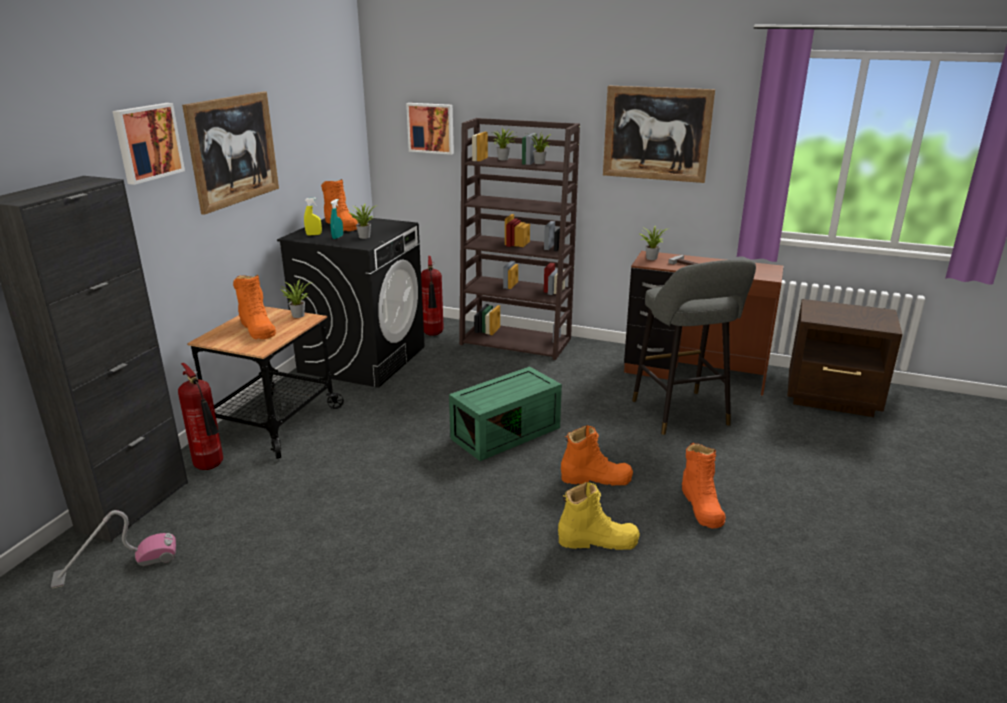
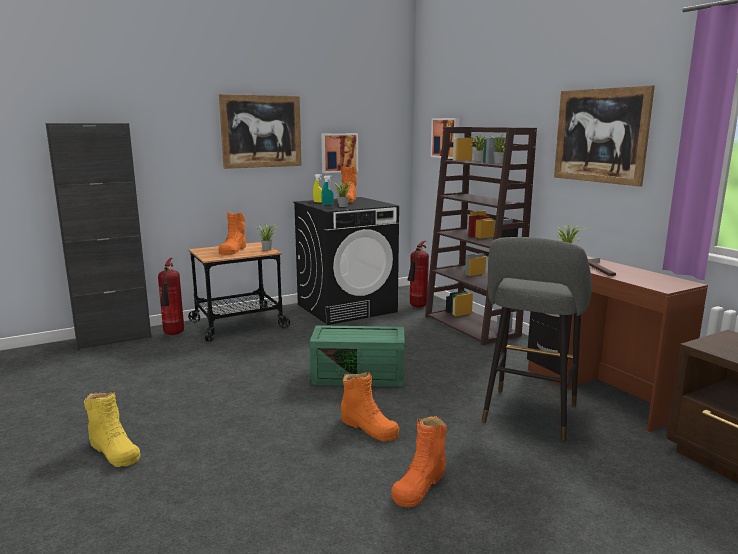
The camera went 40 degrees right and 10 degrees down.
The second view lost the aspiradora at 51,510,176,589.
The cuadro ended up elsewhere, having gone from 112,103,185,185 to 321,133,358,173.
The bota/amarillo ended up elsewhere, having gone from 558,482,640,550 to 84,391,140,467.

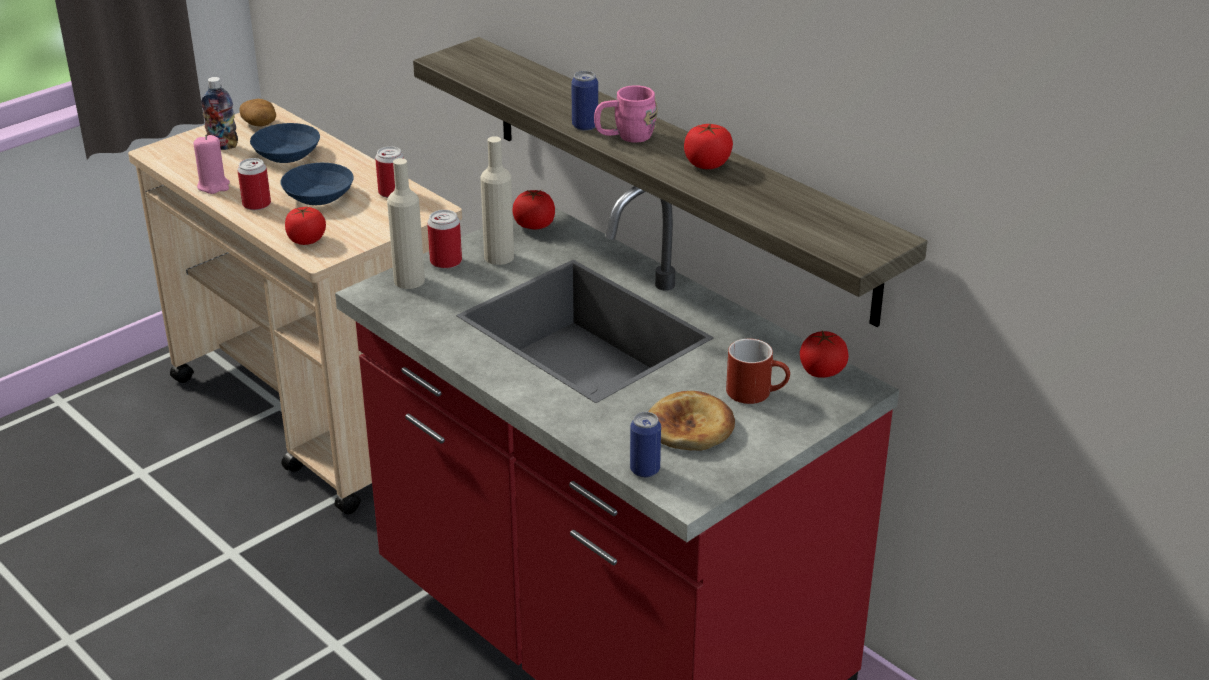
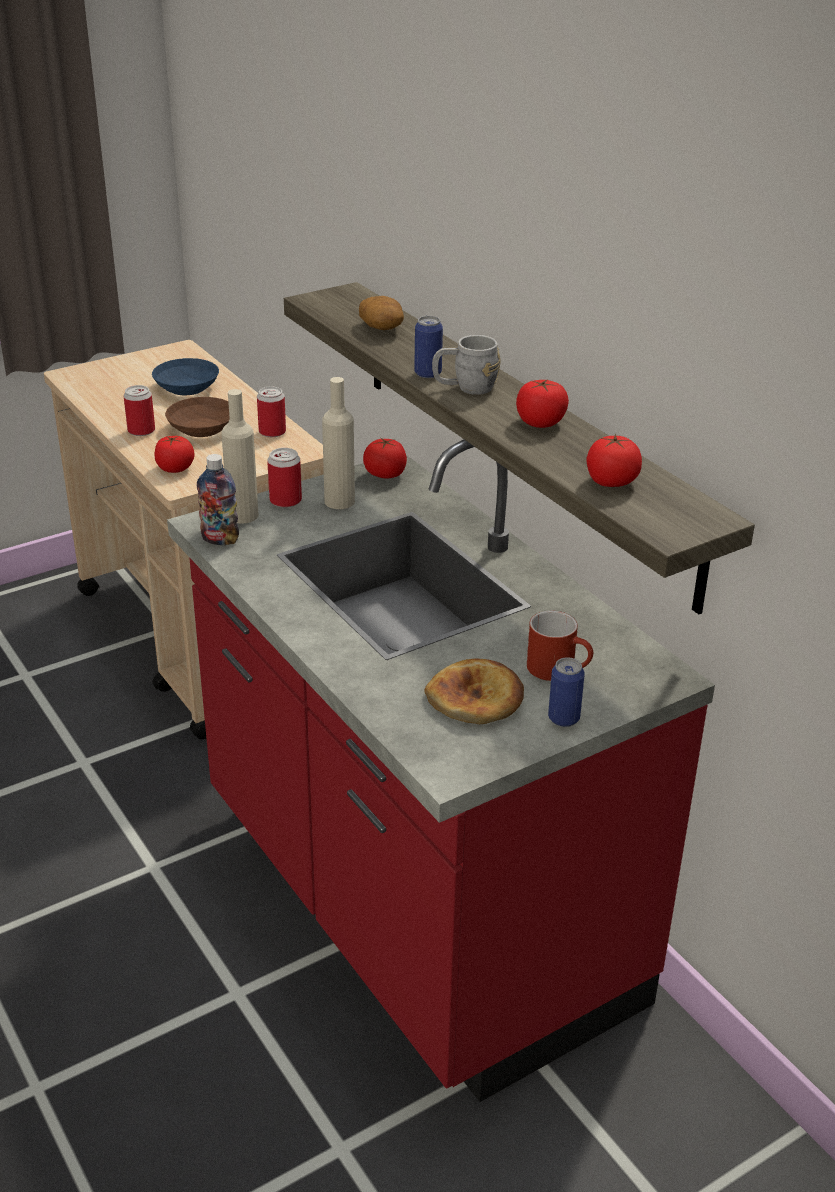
The camera went 10 degrees right and 0 degrees up.
The second view lost the vela/rosa at 193,135,230,194.
The botella ended up elsewhere, having gone from 201,77,238,150 to 197,454,239,545.
The patata ended up elsewhere, having gone from 239,99,276,127 to 359,296,404,330.
What was the cuenco/azul at 281,163,354,205 turned into the cuenco/marrón at 165,397,230,437.
What was the taza grande/rosa at 594,85,658,143 turned into the taza grande/gris at 432,335,500,395.
The lata ended up elsewhere, having gone from 630,412,661,478 to 548,657,585,727.
The tomate ended up elsewhere, having gone from 800,330,848,378 to 587,433,642,487.

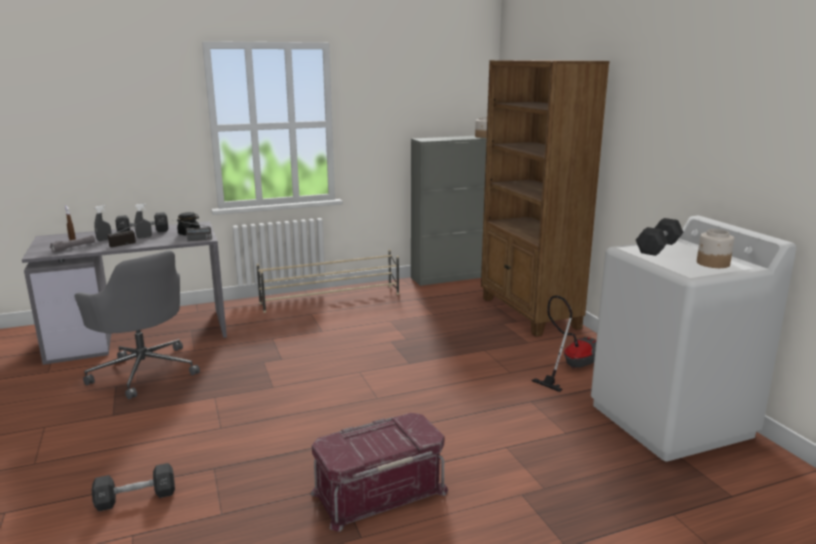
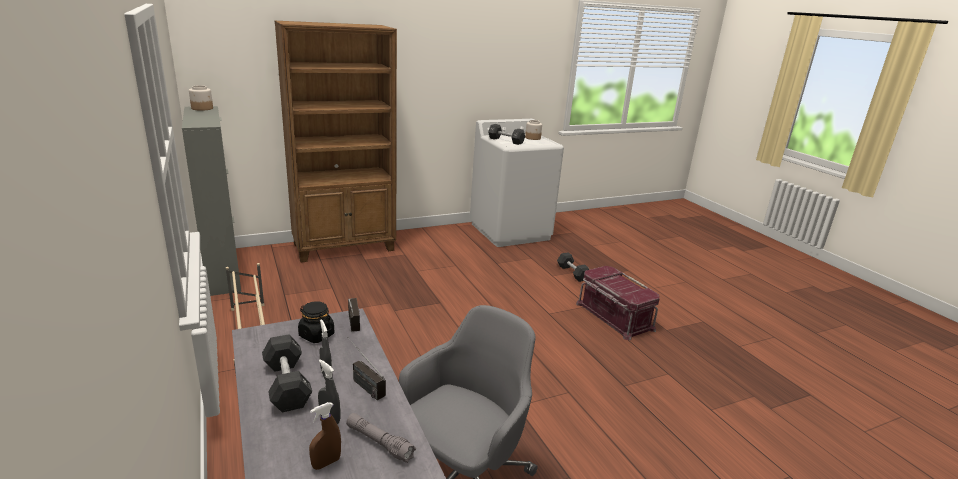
The camera went 95 degrees left and 5 degrees up.
The mancuerna/negro ended up elsewhere, having gone from 92,463,175,511 to 557,252,589,282.
The second view lost the aspiradora at 532,295,596,392.

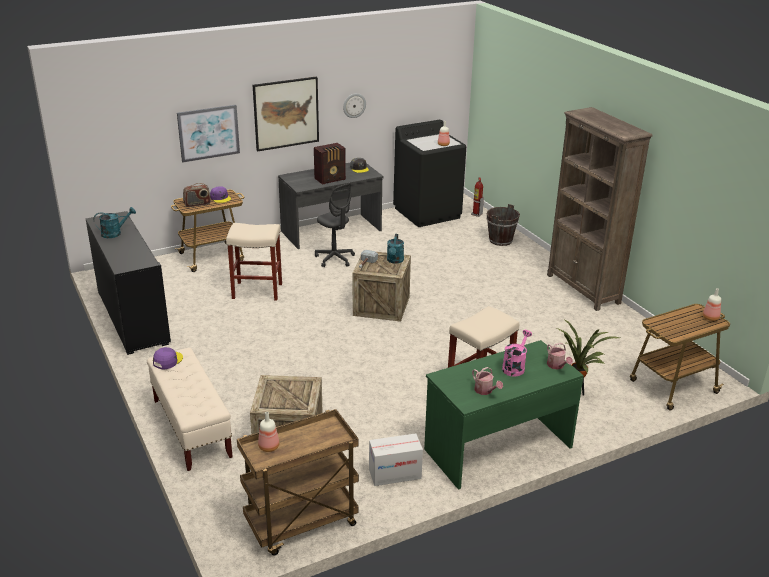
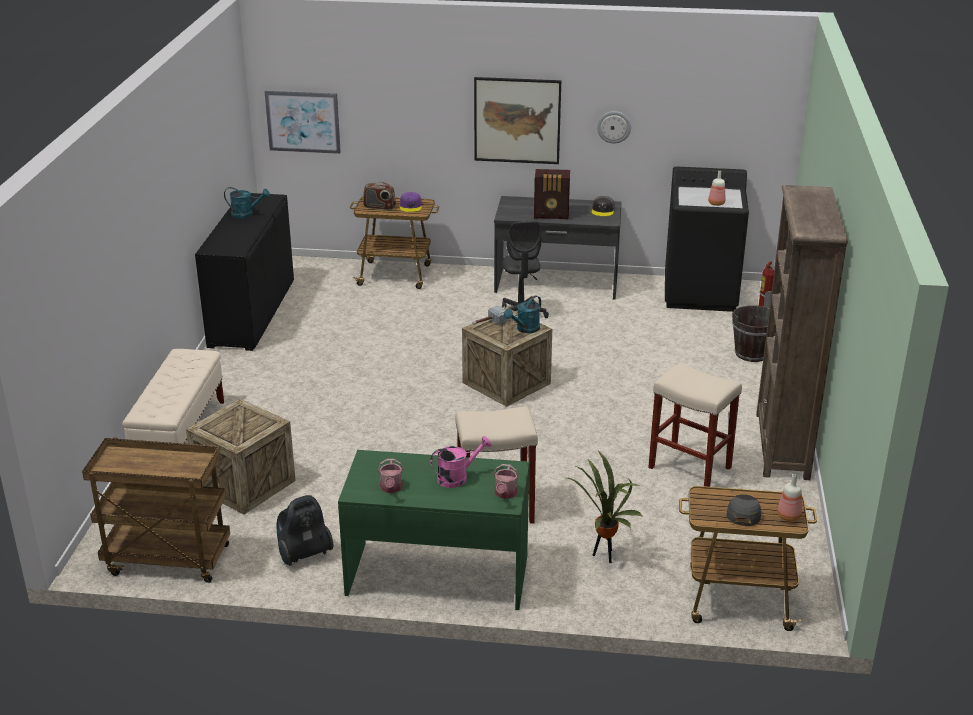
The camera went 35 degrees right and 0 degrees up.
The second view lost the gorra/morado at 153,347,183,369.
The cuadro ended up elsewhere, having gone from 177,105,240,162 to 265,91,341,154.
The taburete/beis ended up elsewhere, having gone from 226,223,282,301 to 648,362,742,487.
The second view lost the botella at 258,412,279,452.
Where the caja de cartón stood at 369,433,423,486, the aspiradora came to stand at 277,495,333,566.
The second view gained the gorra/gris at 727,494,761,526.

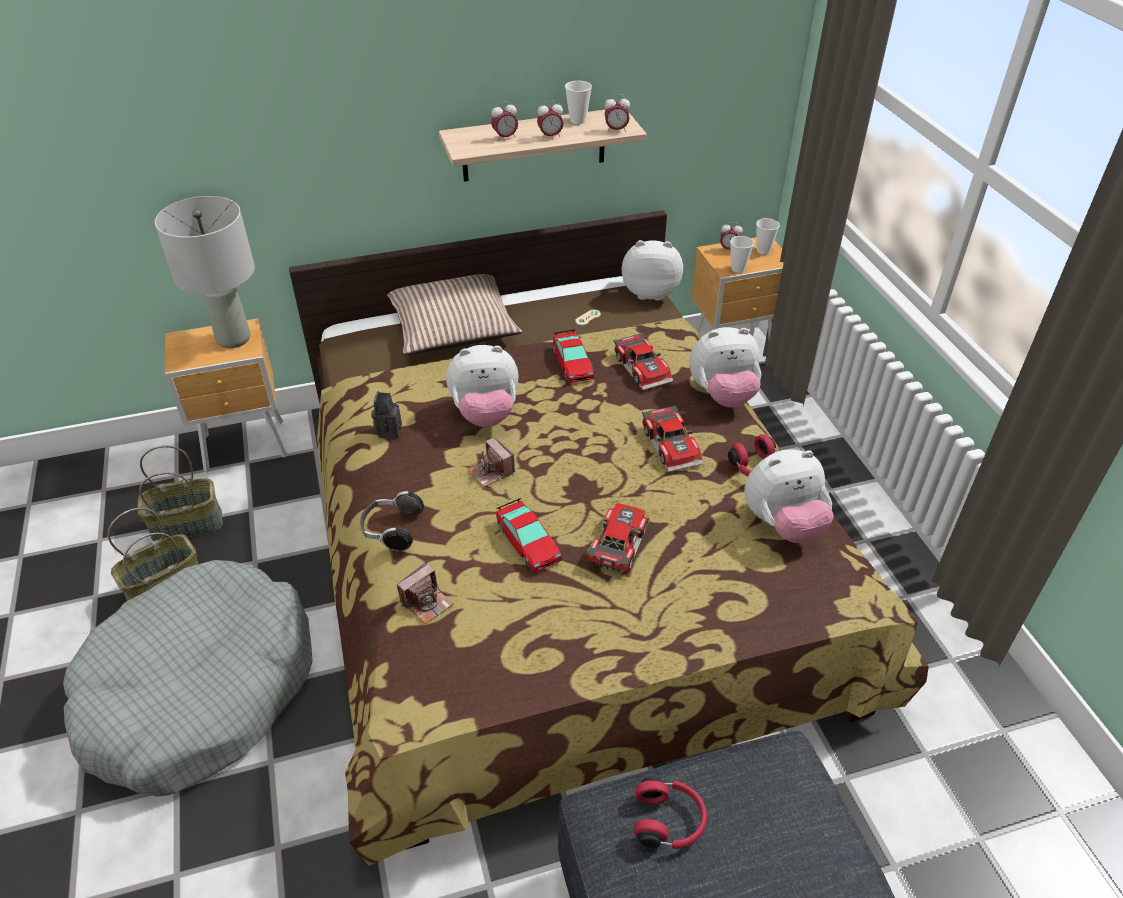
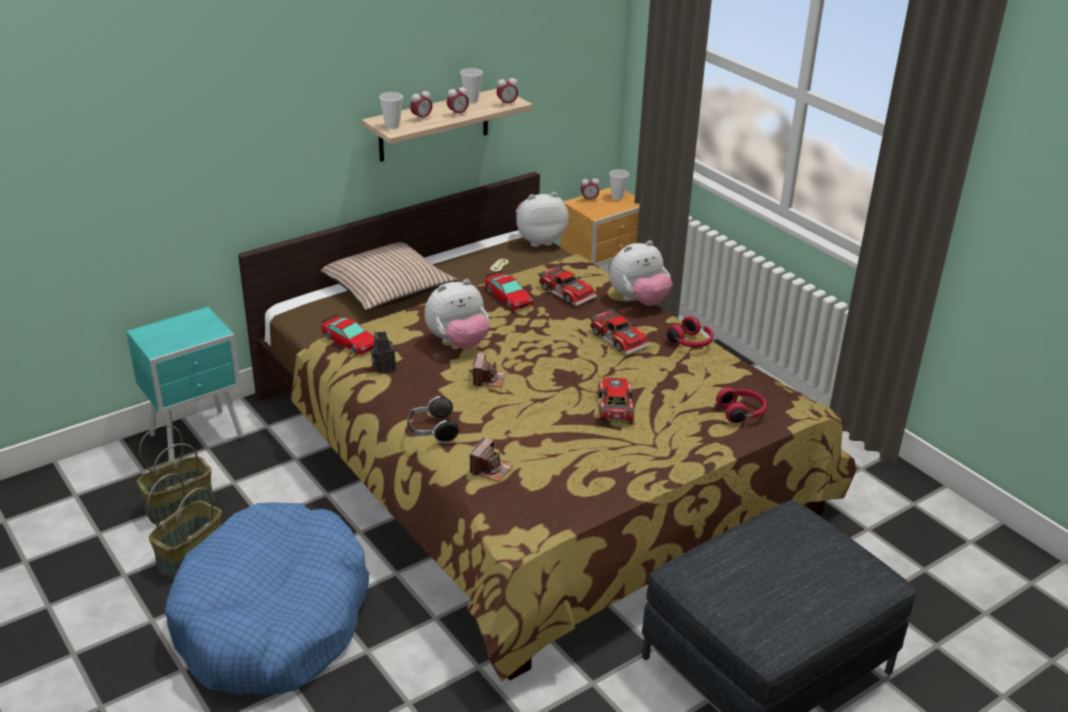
The camera went 20 degrees left and 10 degrees down.
What was the cama para perro/gris at 63,560,313,797 turned into the cama para perro/azul at 165,502,369,696.
The second view lost the lámpara de mesa/gris at 155,196,255,348.
What was the mesita de noche/marrón at 165,318,287,472 turned into the mesita de noche/turquesa at 126,307,244,462.
The cámara at 467,437,515,487 ended up facing another way, 120 degrees counterclockwise from before.
The coche de juguete ended up elsewhere, having gone from 496,498,562,572 to 321,314,374,355.
The auriculares/rojo ended up elsewhere, having gone from 634,777,707,849 to 716,387,767,423.
The taza ended up elsewhere, having gone from 730,236,754,273 to 379,92,403,129.
The second view lost the peluche at 744,449,833,543.

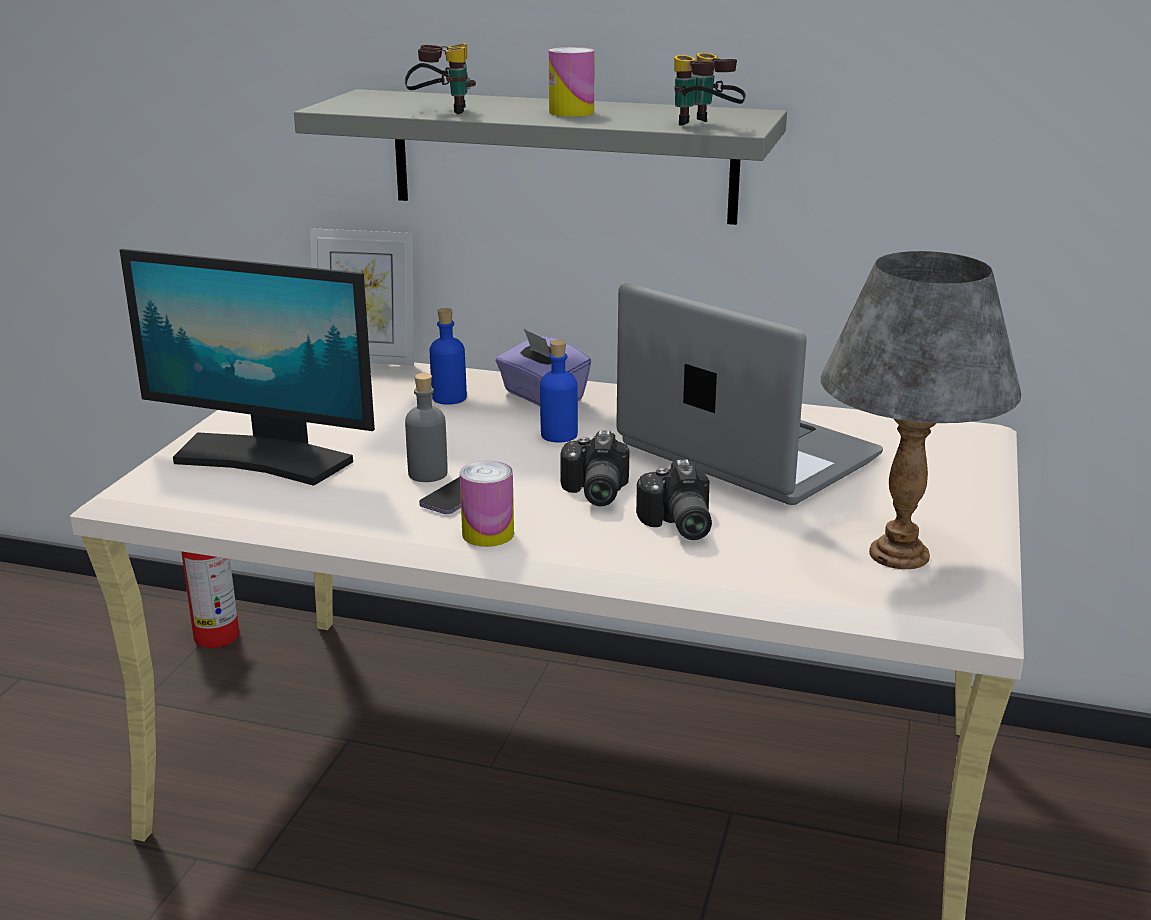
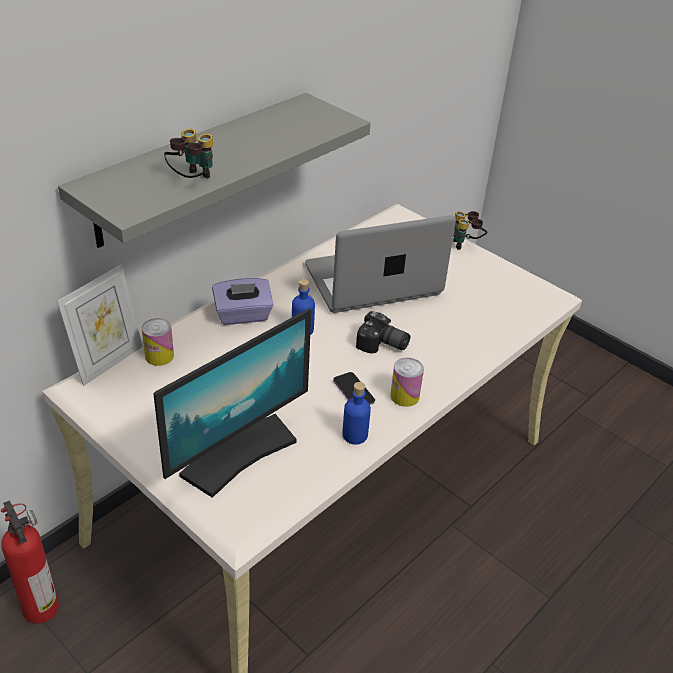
The camera went 65 degrees left and 15 degrees up.
The second view lost the botella/gris at 405,373,448,482.
The botella/azul ended up elsewhere, having gone from 430,308,467,405 to 342,382,371,445.
The lata ended up elsewhere, having gone from 549,47,595,117 to 142,318,174,366.
The second view lost the cámara at 636,459,712,540.
The prismáticos ended up elsewhere, having gone from 674,53,746,126 to 453,211,487,250.
The second view lost the lámpara de mesa/gris at 821,251,1021,569.

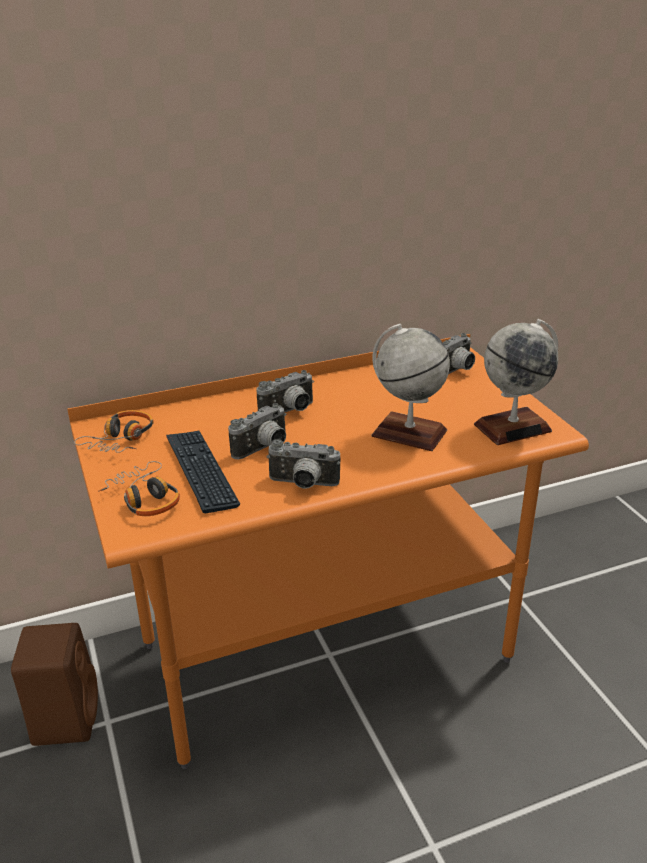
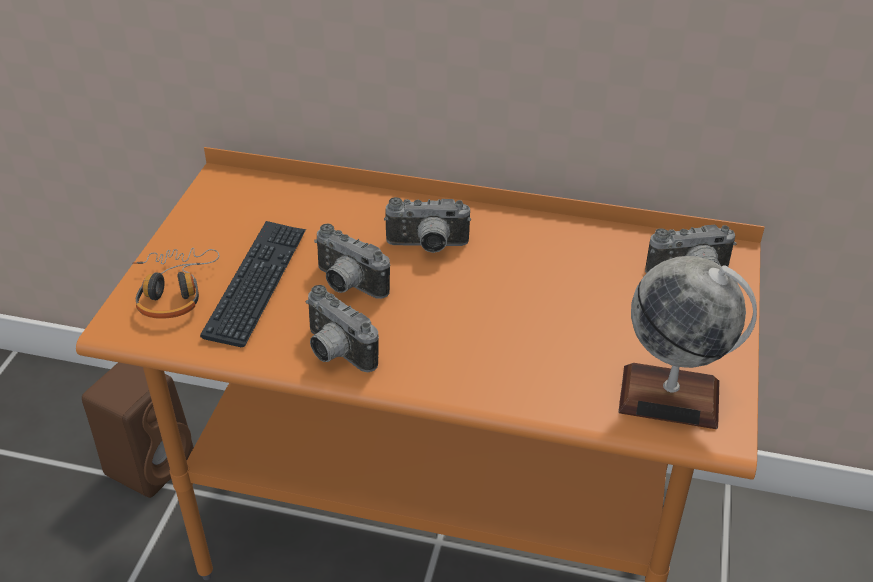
The camera went 35 degrees right and 10 degrees up.
The second view lost the auriculares at 74,410,154,453.
The cámara at 228,403,287,459 ended up facing another way, 45 degrees clockwise from before.
The second view lost the globo terráqueo at 372,324,450,451.

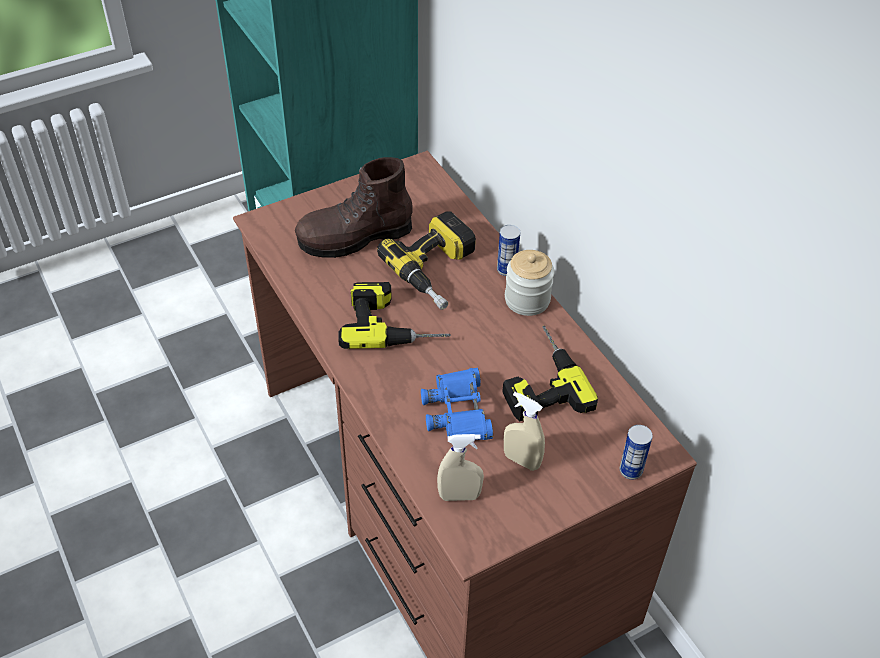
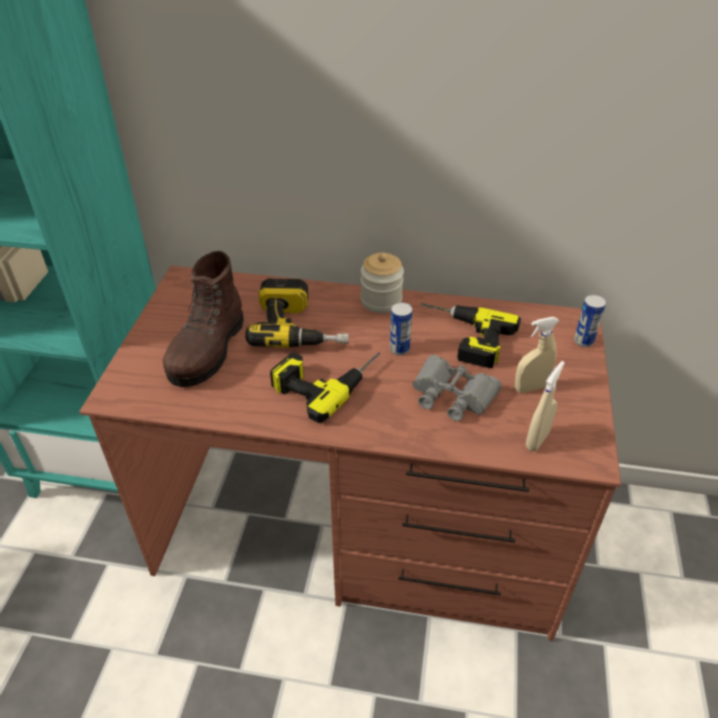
The camera went 50 degrees left and 5 degrees down.
What was the prismáticos/azul at 421,368,493,440 turned into the prismáticos/gris at 413,355,502,421.
The lata ended up elsewhere, having gone from 497,225,520,276 to 390,302,412,355.

